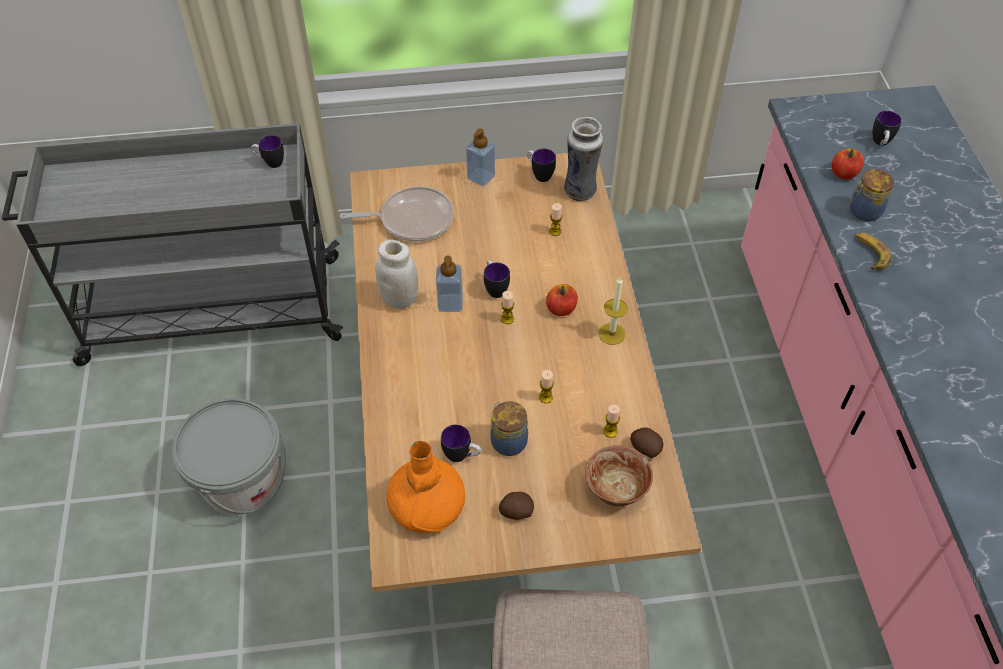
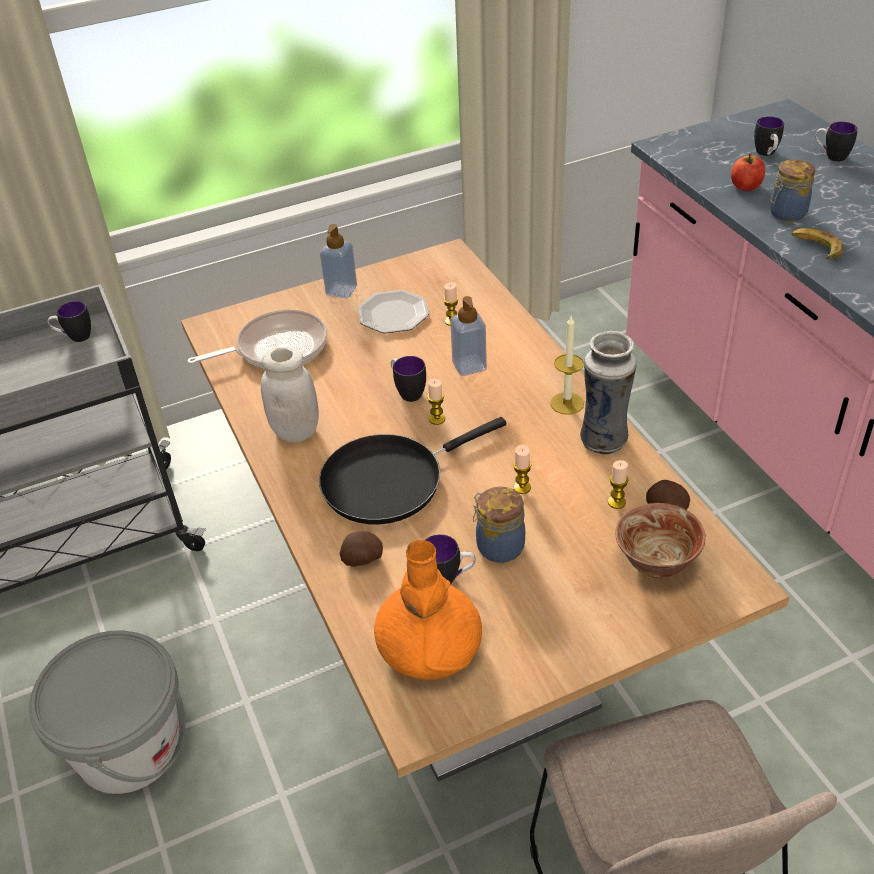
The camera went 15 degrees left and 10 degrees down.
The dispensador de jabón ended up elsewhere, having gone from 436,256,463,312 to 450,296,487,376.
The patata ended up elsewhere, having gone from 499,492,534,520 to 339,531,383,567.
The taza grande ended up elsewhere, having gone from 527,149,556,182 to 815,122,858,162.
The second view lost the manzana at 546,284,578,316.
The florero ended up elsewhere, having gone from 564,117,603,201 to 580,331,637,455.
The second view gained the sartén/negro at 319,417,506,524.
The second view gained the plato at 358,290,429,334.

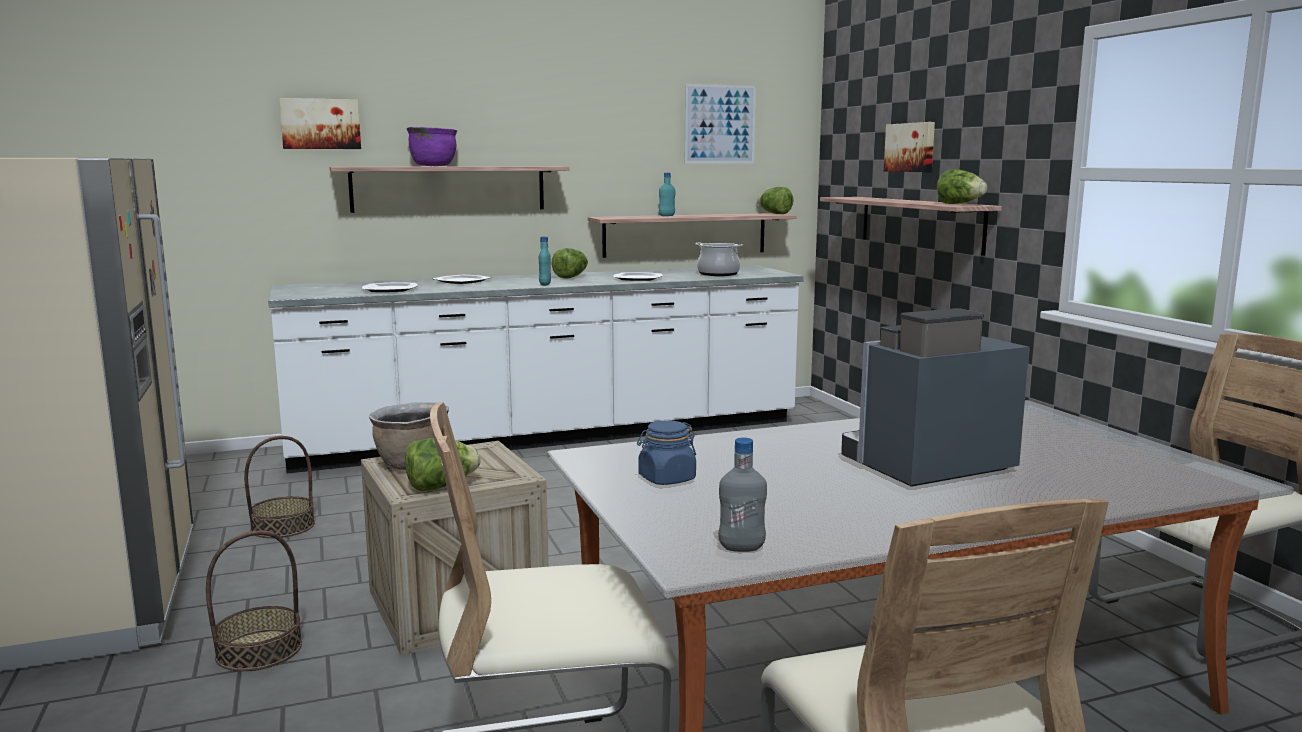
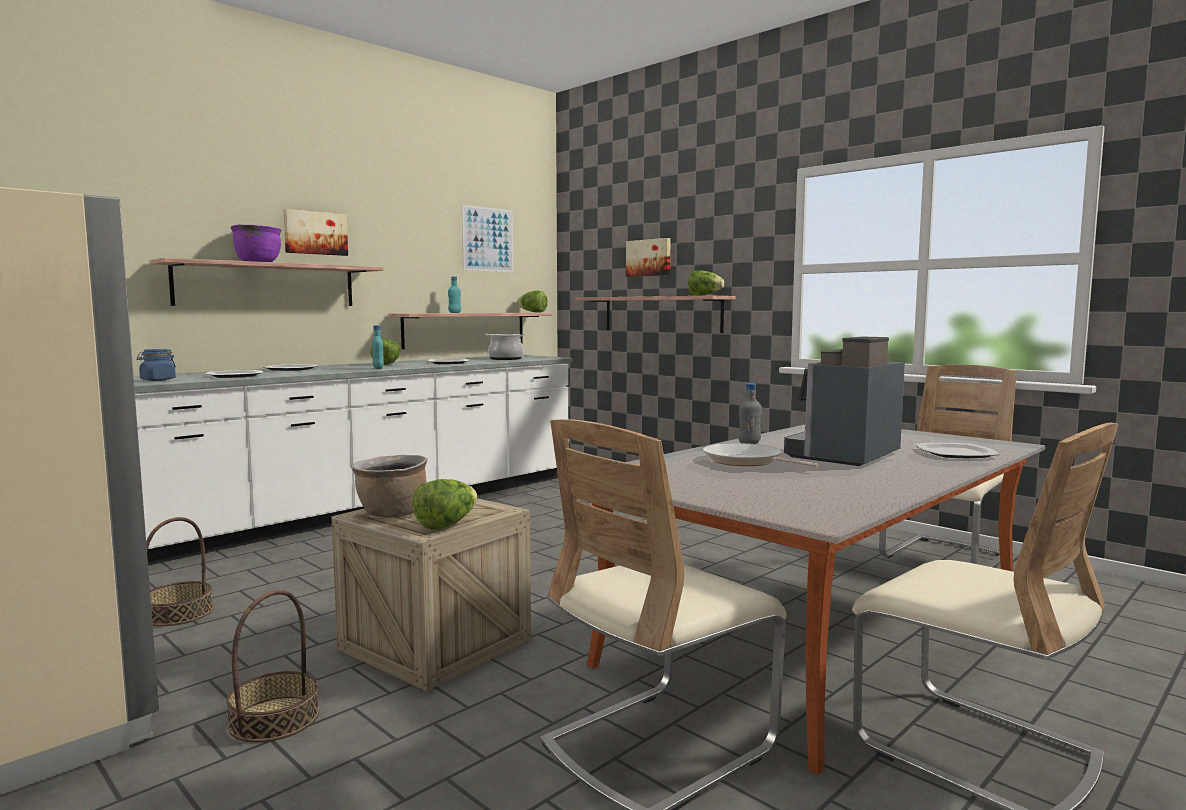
The camera went 25 degrees left and 5 degrees down.
The cuadro ended up elsewhere, having gone from 279,98,361,149 to 283,209,348,256.
The tarro/azul ended up elsewhere, having gone from 637,420,696,485 to 137,349,176,381.
The botella/gris ended up elsewhere, having gone from 718,437,767,552 to 738,383,762,444.
The second view gained the sartén at 703,443,818,467.
The second view gained the plato at 916,443,1000,458.

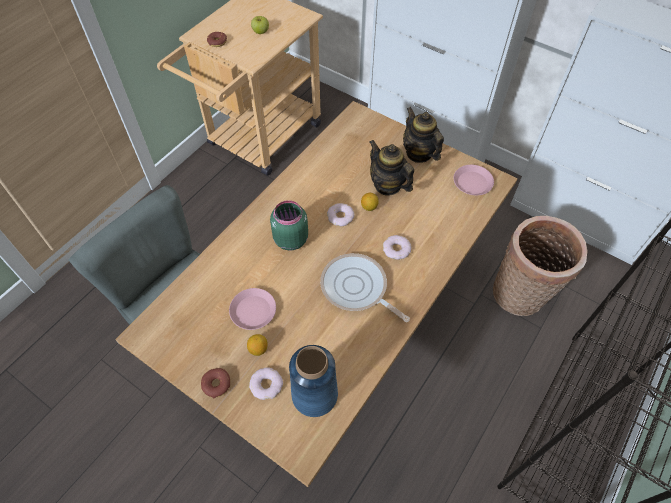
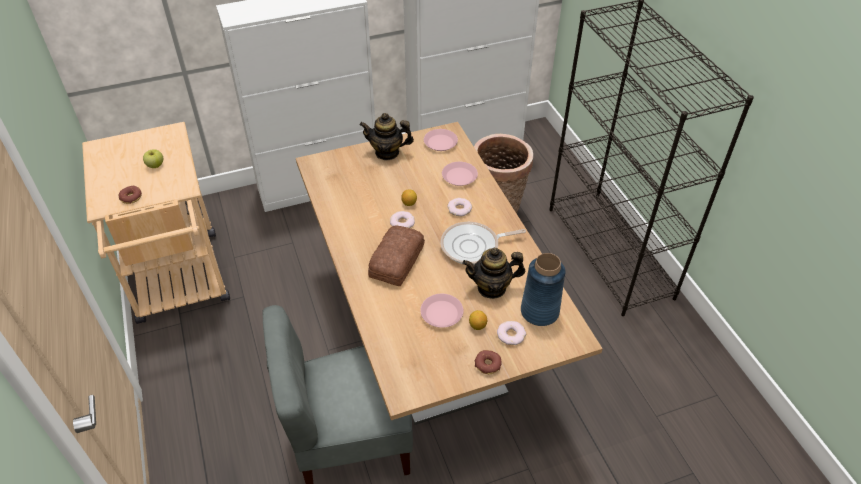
The camera went 55 degrees left and 10 degrees down.
Where the tarro/verde stood at 270,200,308,251, the pan came to stand at 368,226,425,286.
The tetera ended up elsewhere, having gone from 370,140,414,196 to 462,248,525,299.
The second view gained the plato/rosa at 442,162,478,186.

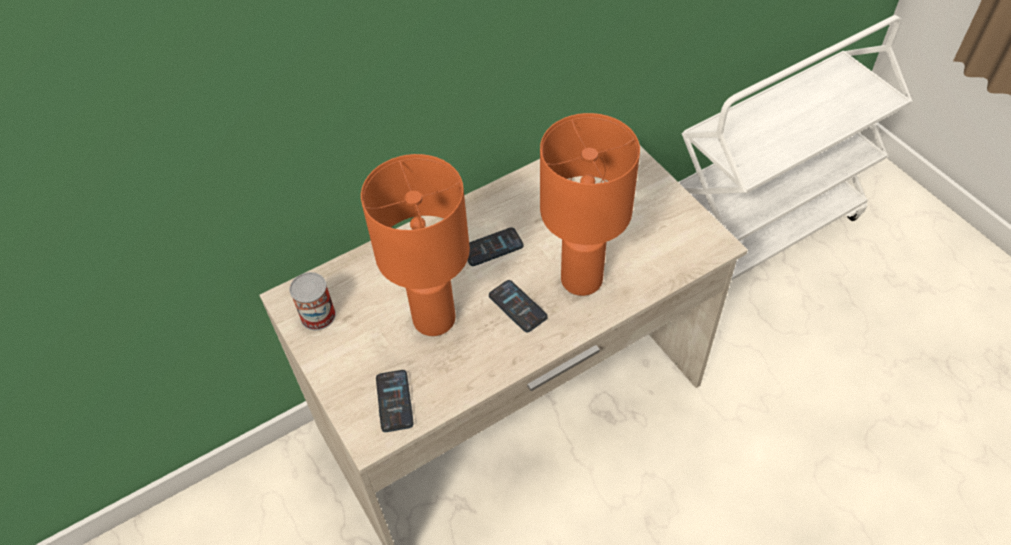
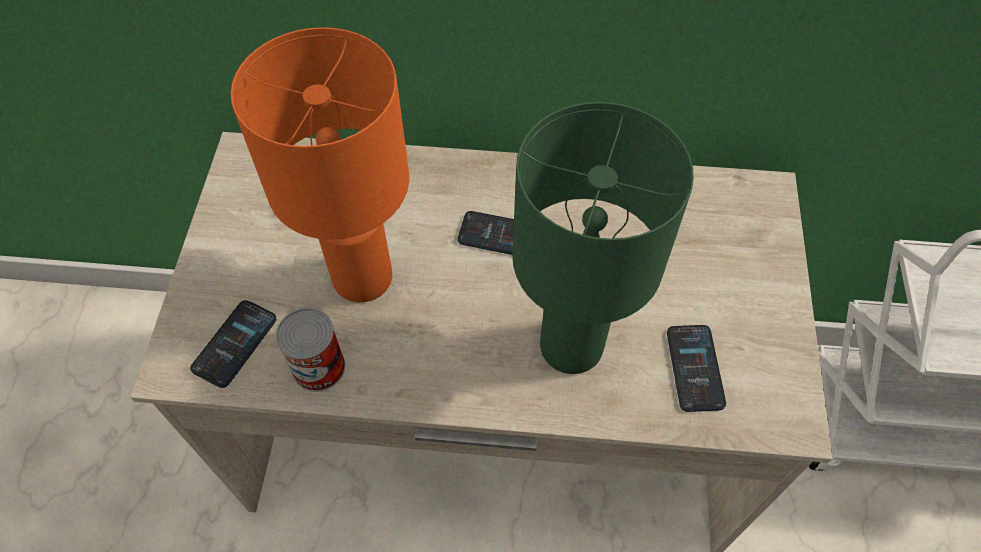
The camera went 35 degrees right and 5 degrees up.
The lata ended up elsewhere, having gone from 289,272,336,330 to 276,308,345,392.
The móvil ended up elsewhere, having gone from 489,280,548,332 to 667,325,726,412.
What was the lámpara de mesa/naranja at 540,113,640,296 turned into the lámpara de mesa/verde at 512,102,694,374.

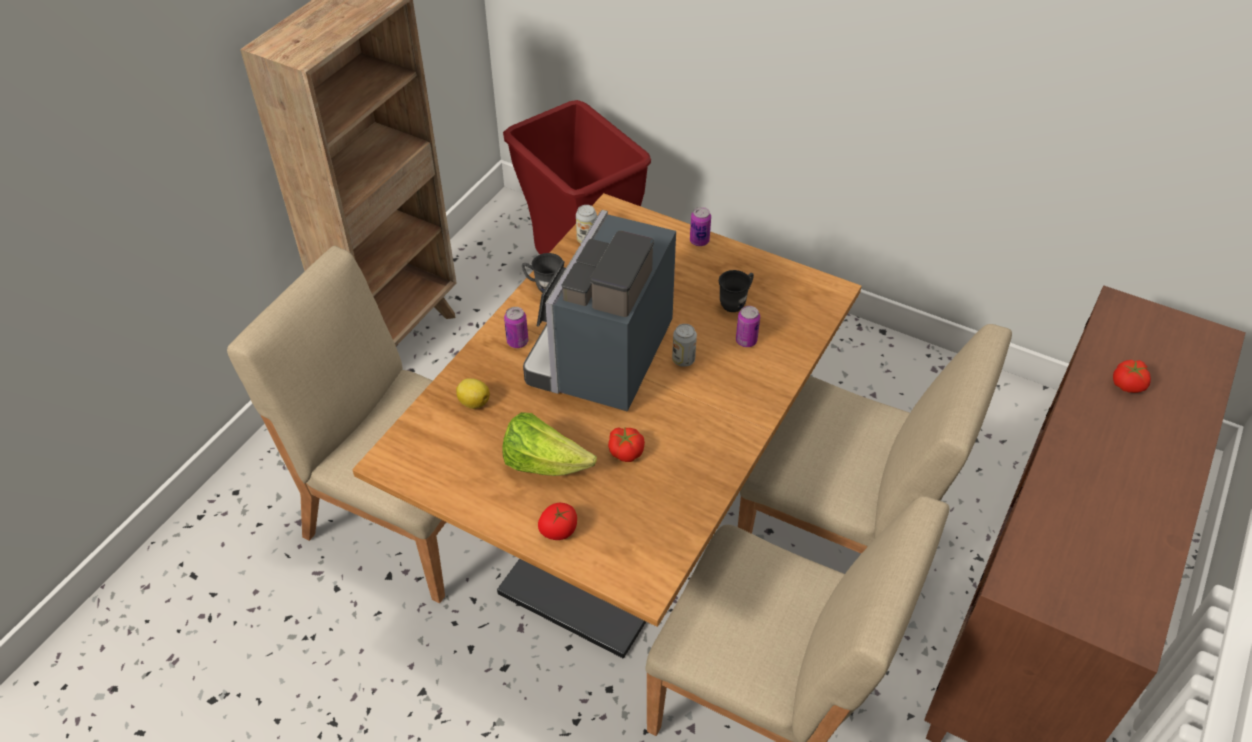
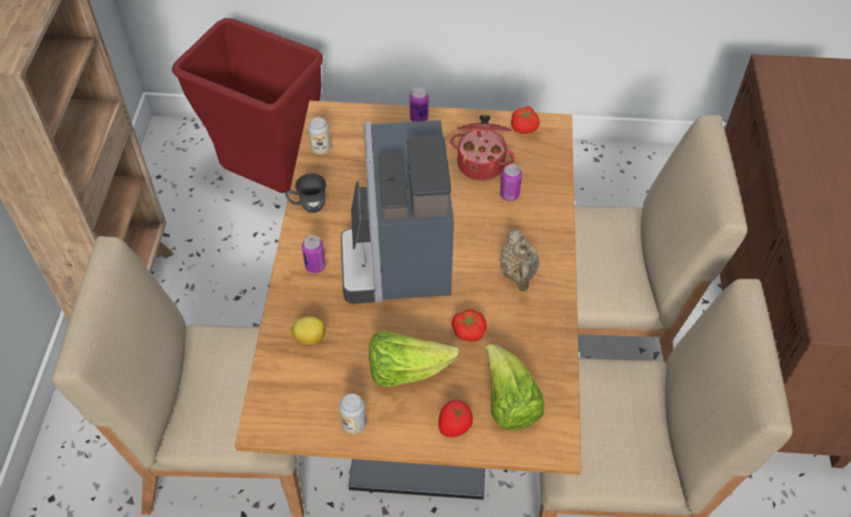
The camera went 25 degrees left and 5 degrees up.
The lata ended up elsewhere, having gone from 672,324,697,367 to 339,393,366,434.
Where the taza grande/gris stood at 719,270,754,312, the olla came to stand at 450,115,515,181.
The tomate ended up elsewhere, having gone from 1113,360,1151,393 to 511,106,540,134.
The second view gained the lechuga at 485,344,544,431.
The second view gained the tetera/beis at 499,230,540,291.

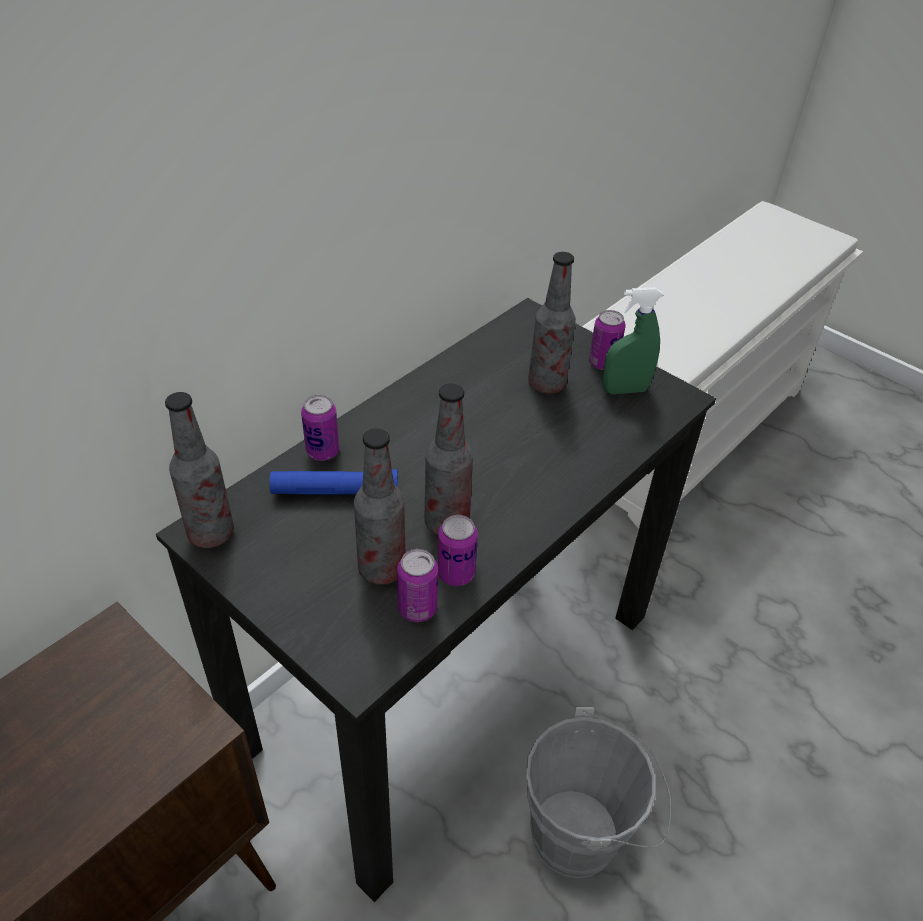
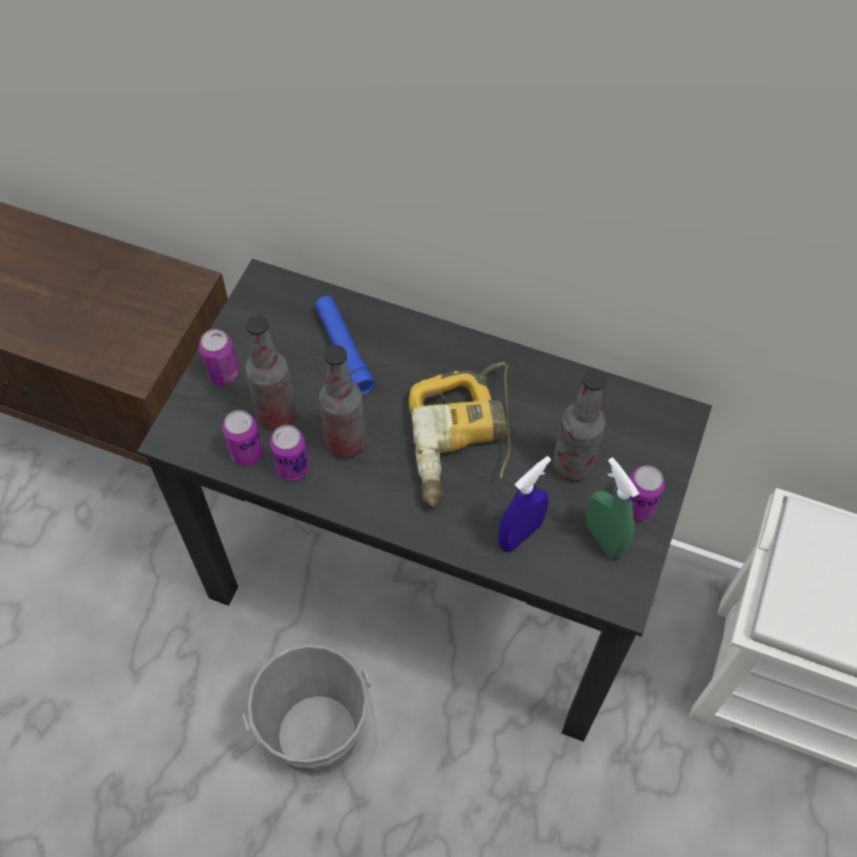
The camera went 70 degrees right and 15 degrees up.
The second view lost the botella at 165,392,234,548.
The lata ended up elsewhere, having gone from 301,395,339,461 to 199,329,239,385.
The second view gained the taladro at 409,362,511,507.
The second view gained the pulverizador/azul at 498,456,551,552.

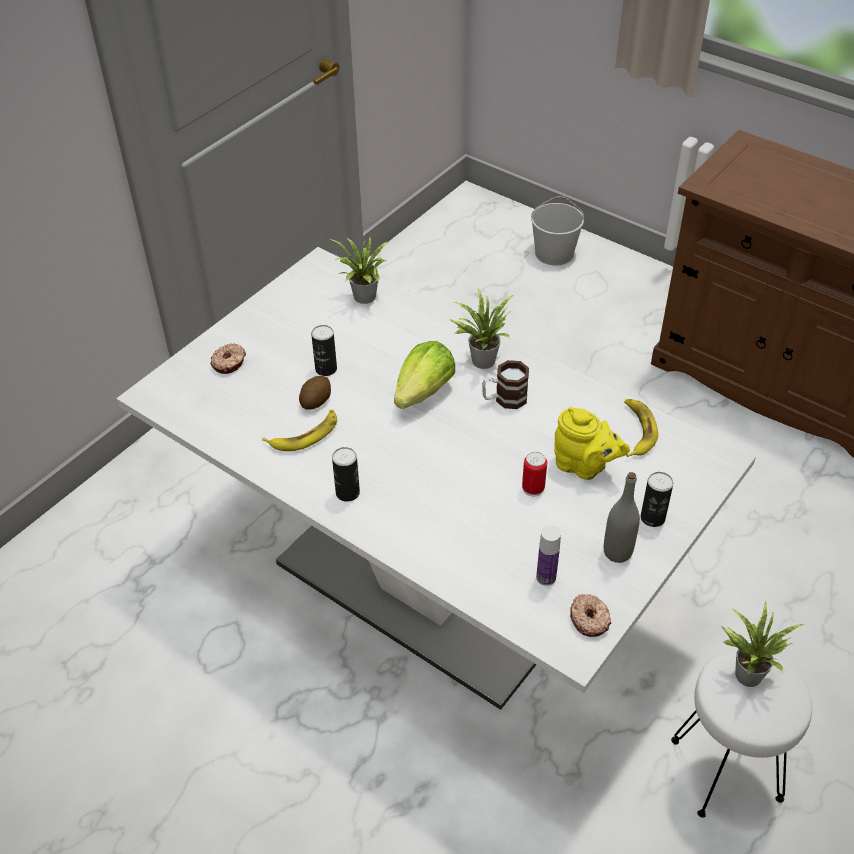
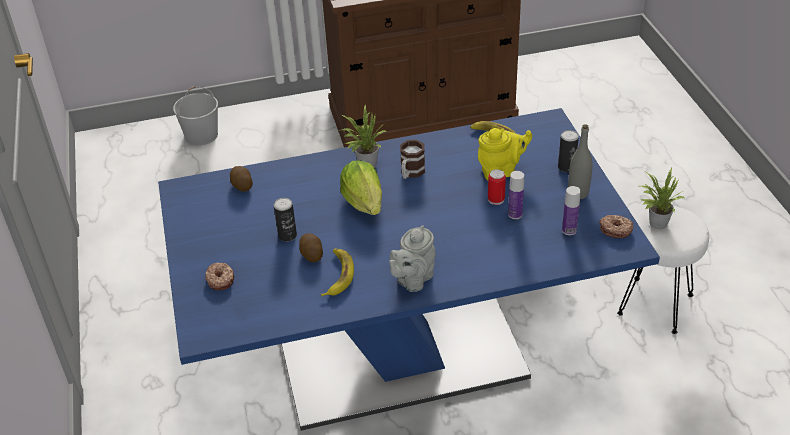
The camera went 50 degrees left and 5 degrees down.
What was the mesa de comedor/blanco at 116,247,756,710 turned into the mesa de comedor/azul at 158,108,660,431.
Where the planta en maceta stood at 330,237,390,304, the patata came to stand at 230,166,253,192.
Where the lata stood at 332,447,360,502, the tetera/gris came to stand at 389,225,435,292.
The second view gained the botella at 508,171,524,219.

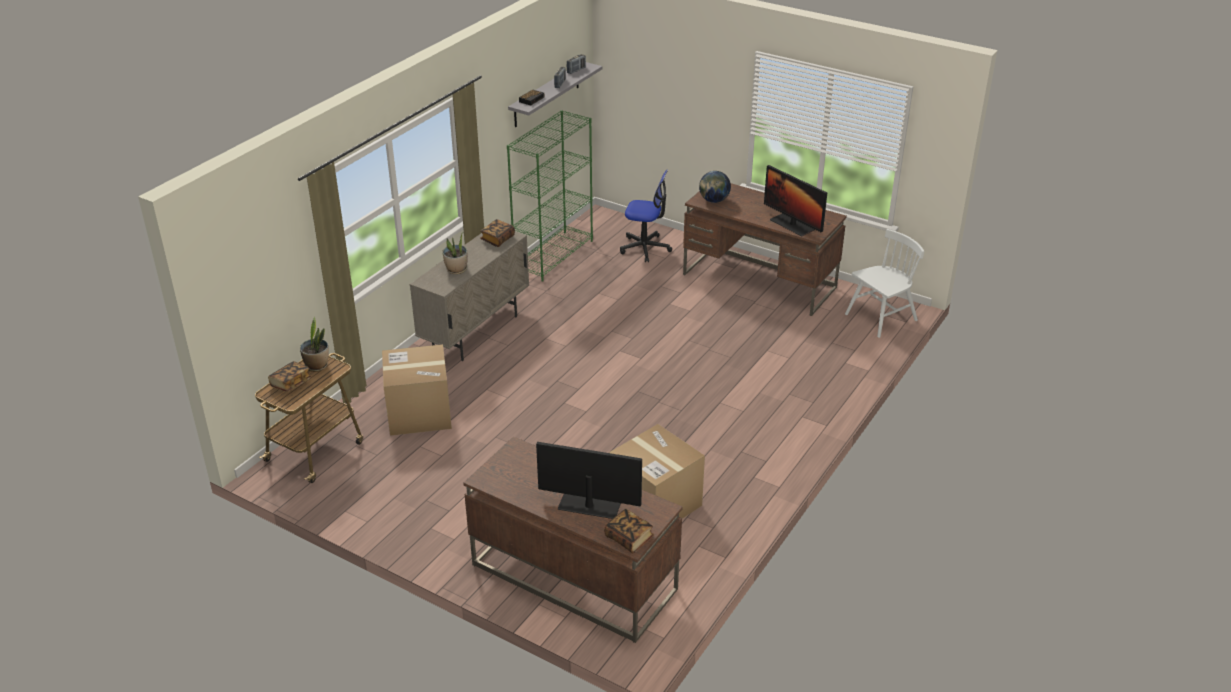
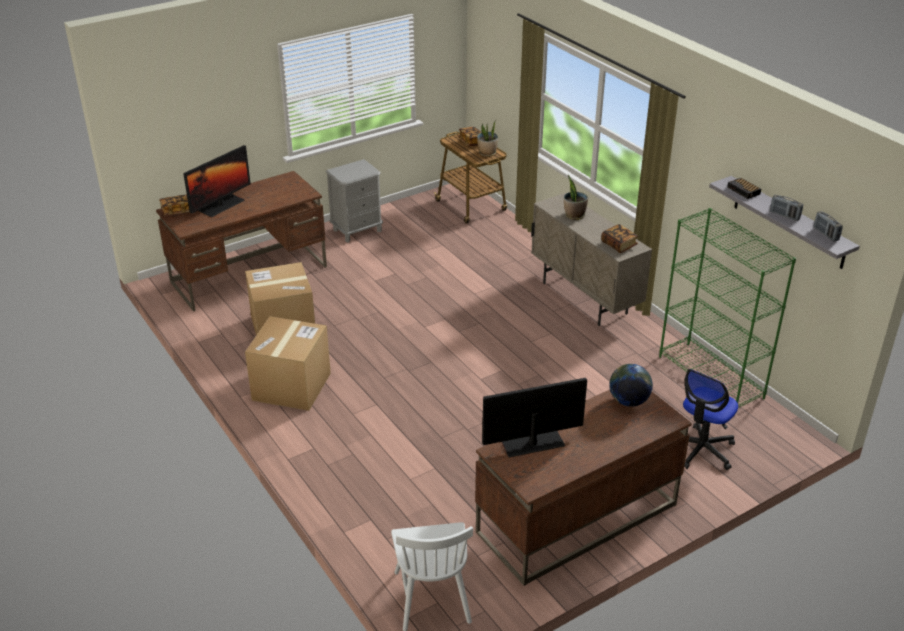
The camera went 115 degrees right and 0 degrees up.
The caja de cartón ended up elsewhere, having gone from 382,344,452,436 to 245,316,331,411.
The second view gained the mesita de noche/gris at 326,159,383,242.

